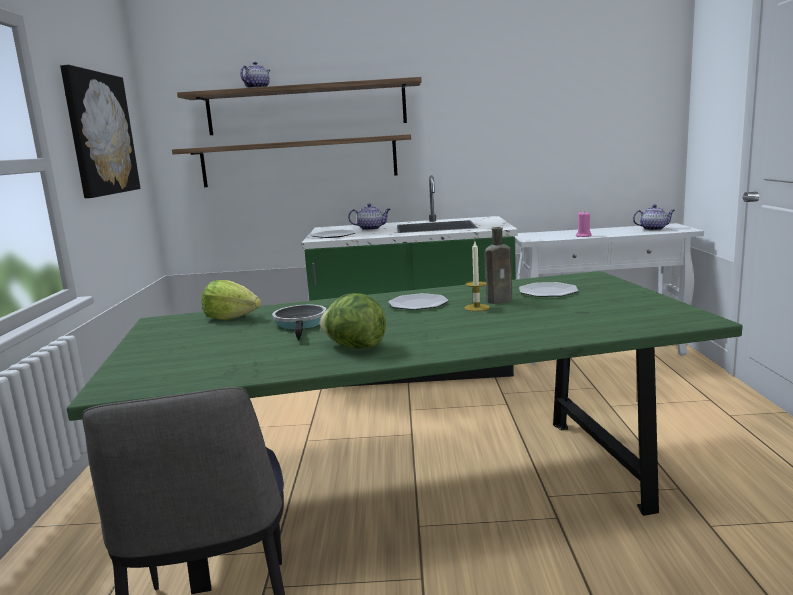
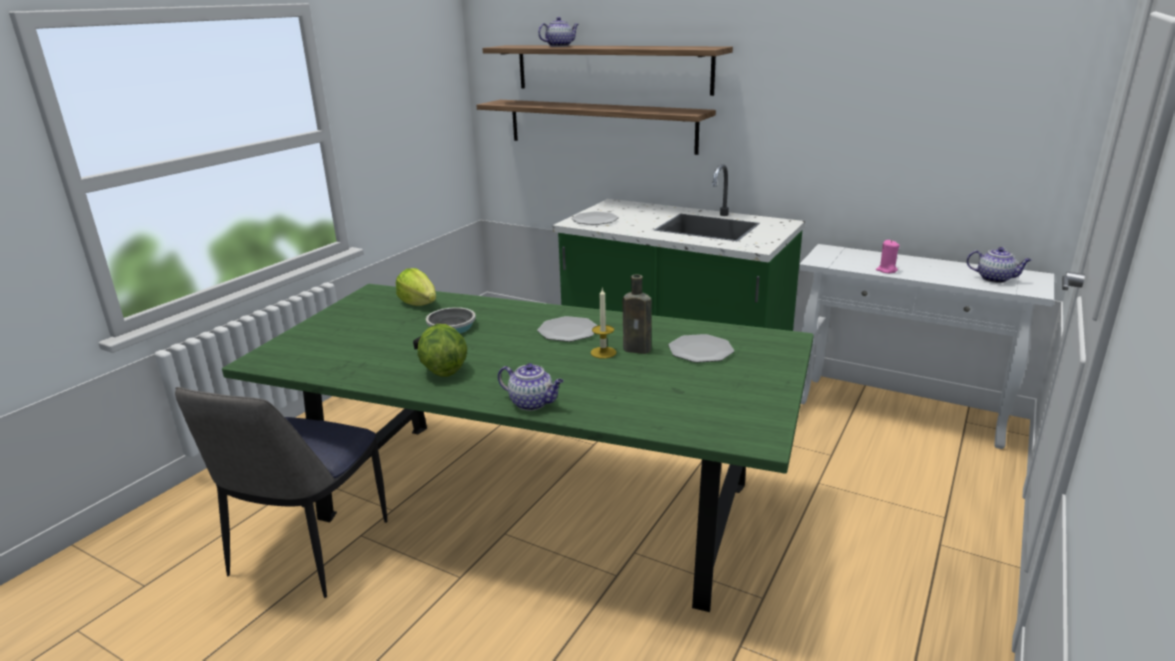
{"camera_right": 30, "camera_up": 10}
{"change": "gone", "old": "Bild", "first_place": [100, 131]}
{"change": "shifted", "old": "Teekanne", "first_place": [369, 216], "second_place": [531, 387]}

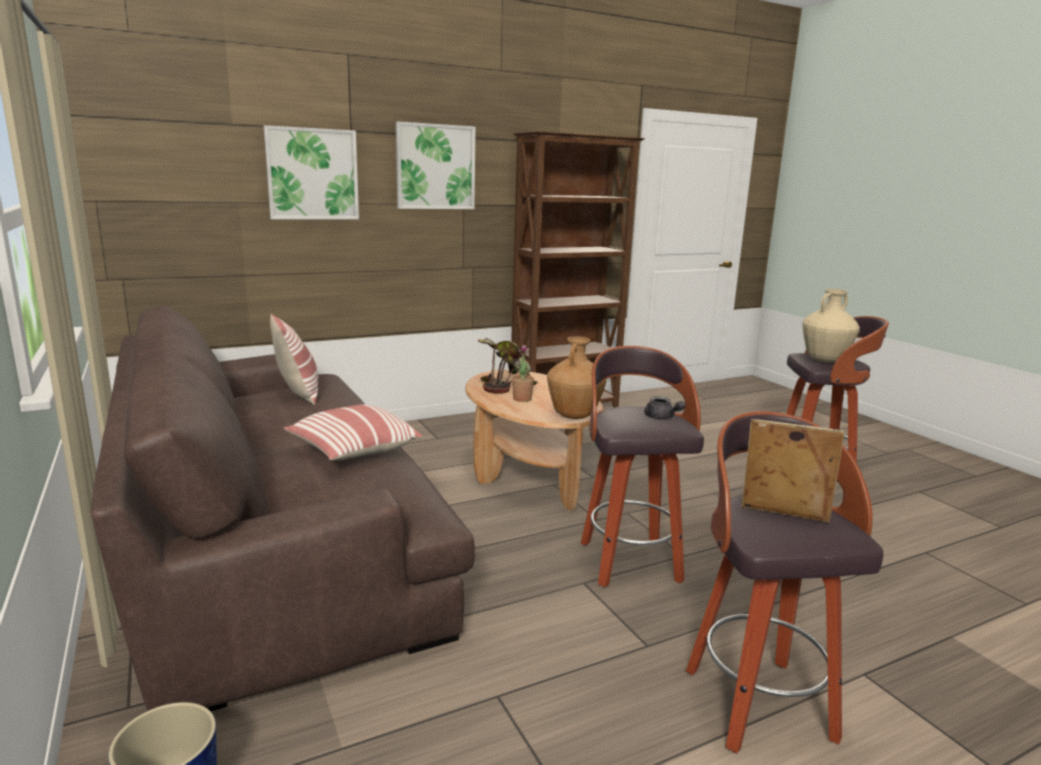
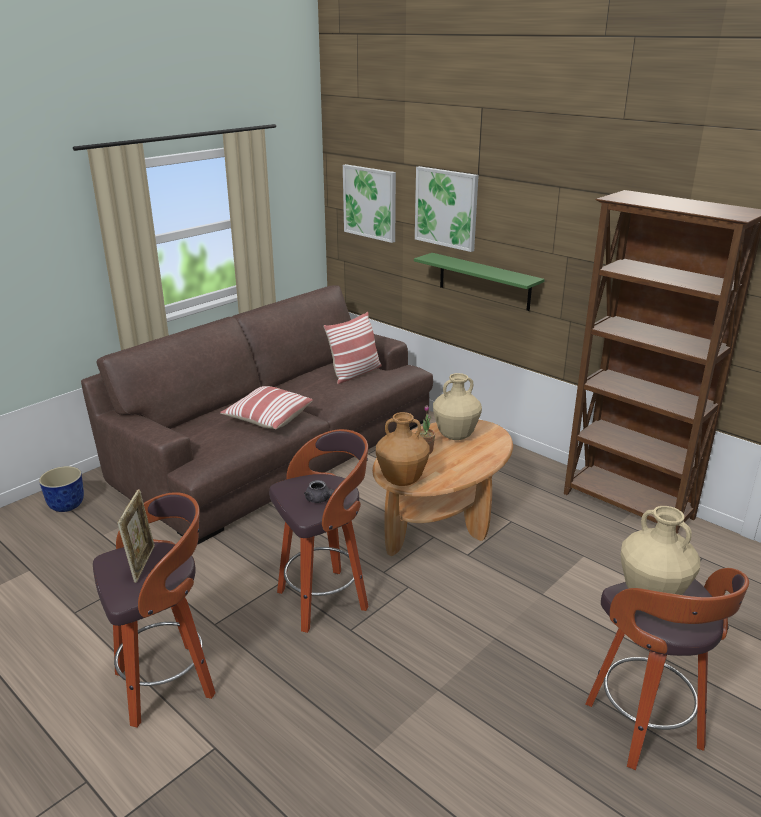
{"camera_right": 70, "camera_up": 10}
{"change": "shifted", "old": "Bild", "first_place": [436, 165], "second_place": [369, 203]}
{"change": "swapped", "old": "Topfpflanze", "new": "Vase [beige]", "first_place": [508, 366], "second_place": [457, 406]}
{"change": "rotated", "old": "Teekanne [grau]", "first_place": [664, 407], "second_place": [319, 491], "degrees": -75}
{"change": "new", "new": "Wandregal [grün]", "second_place": [479, 282]}

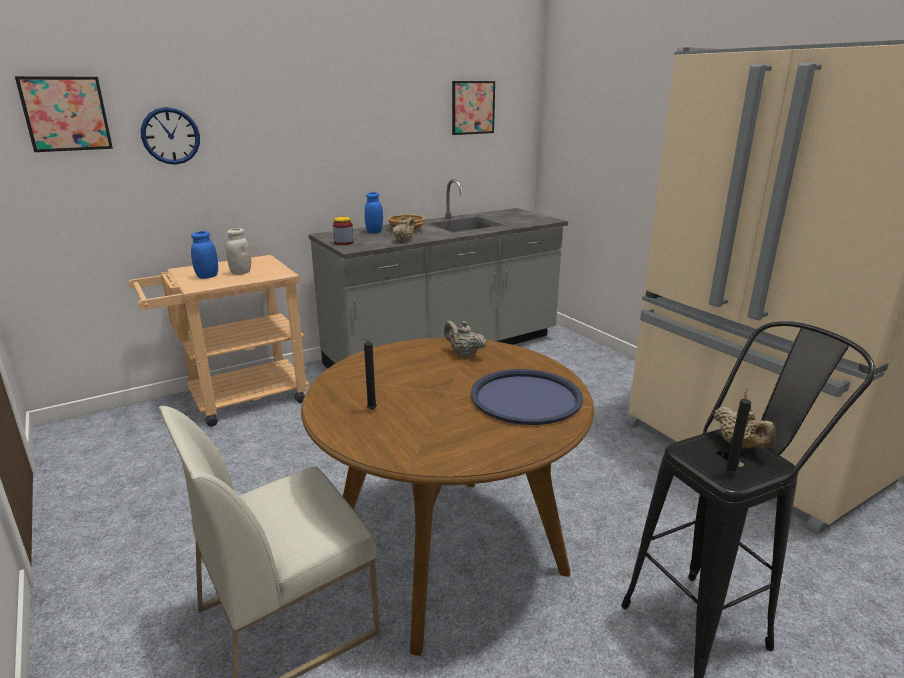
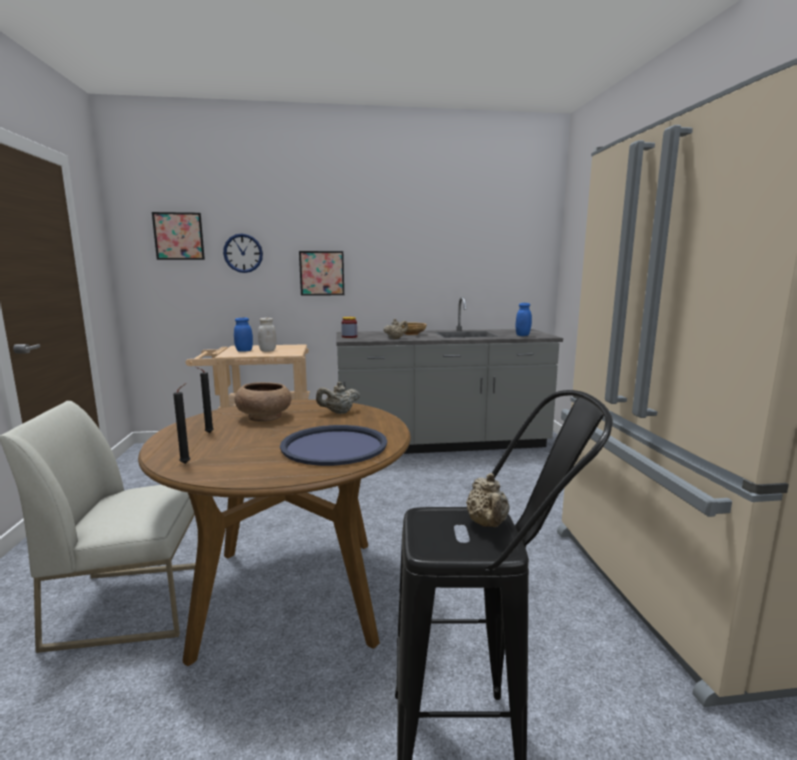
{"camera_right": 25, "camera_up": -10}
{"change": "shifted", "old": "Vorratsglas [blau]", "first_place": [374, 212], "second_place": [524, 319]}
{"change": "rotated", "old": "Teekanne [beige]", "first_place": [465, 339], "second_place": [338, 398], "degrees": -90}
{"change": "shifted", "old": "Bild", "first_place": [473, 108], "second_place": [321, 273]}
{"change": "shifted", "old": "Kerze [schwarz]", "first_place": [738, 431], "second_place": [181, 423]}
{"change": "new", "new": "Schüssel [braun]", "second_place": [263, 402]}

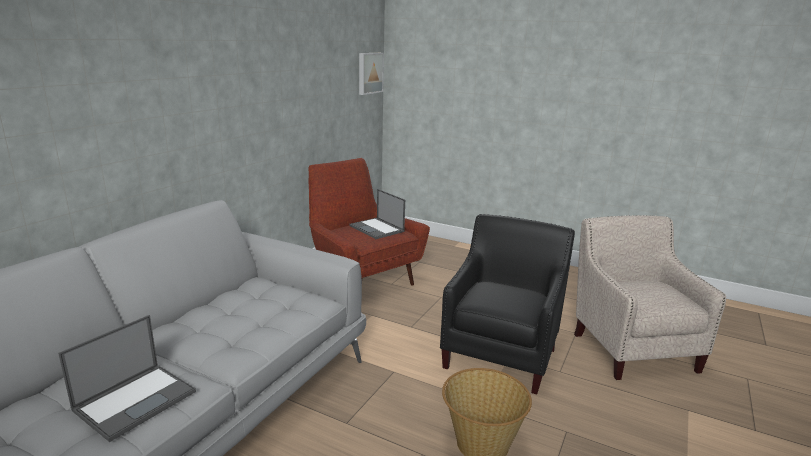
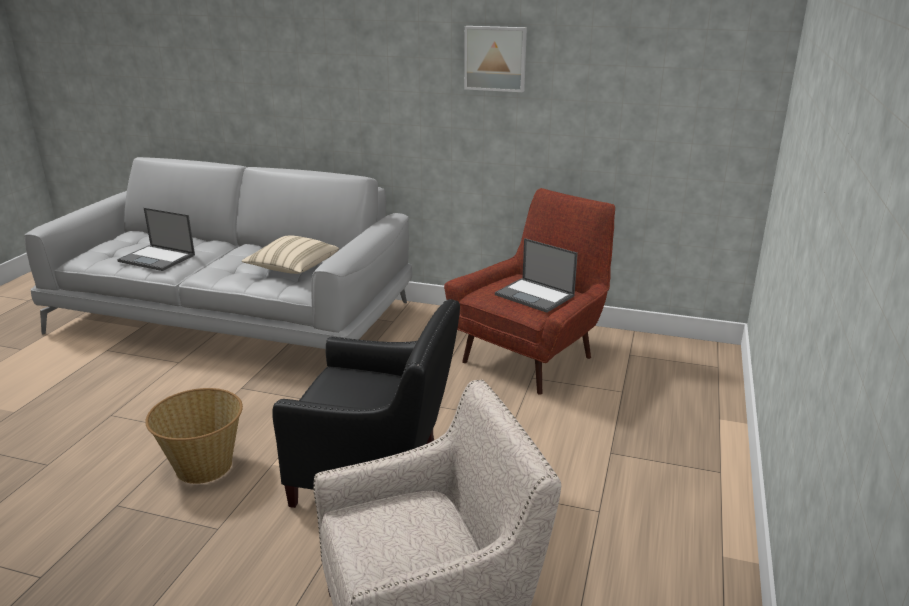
{"camera_right": 80, "camera_up": 5}
{"change": "rotated", "old": "Laptop", "first_place": [377, 214], "second_place": [536, 275], "degrees": -90}
{"change": "shifted", "old": "Bild", "first_place": [371, 74], "second_place": [495, 59]}
{"change": "new", "new": "Kissen [beige]", "second_place": [290, 254]}

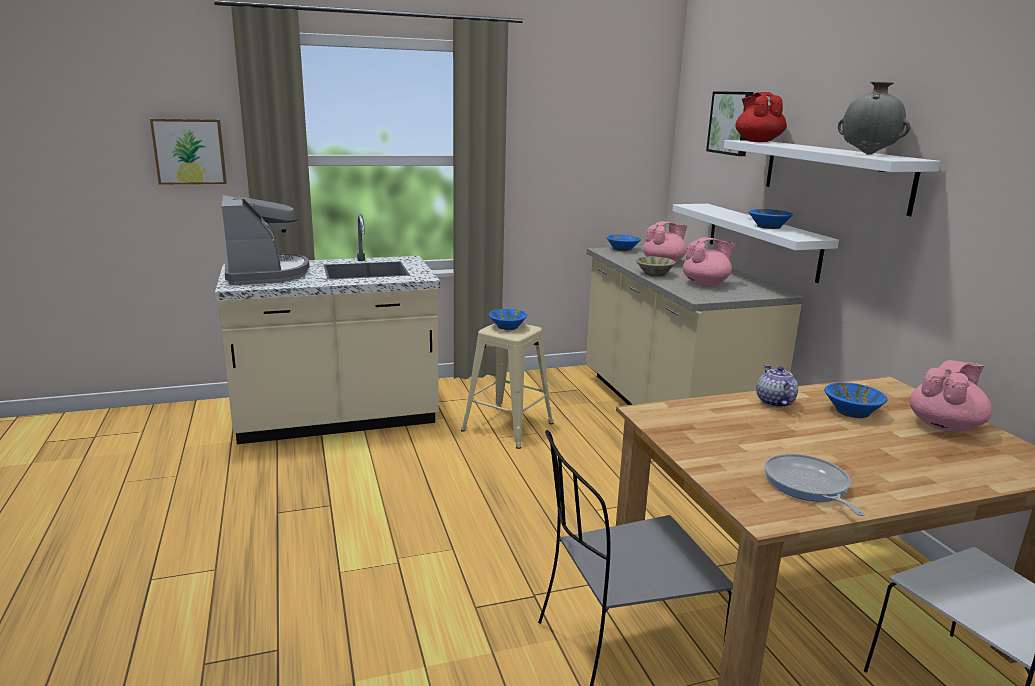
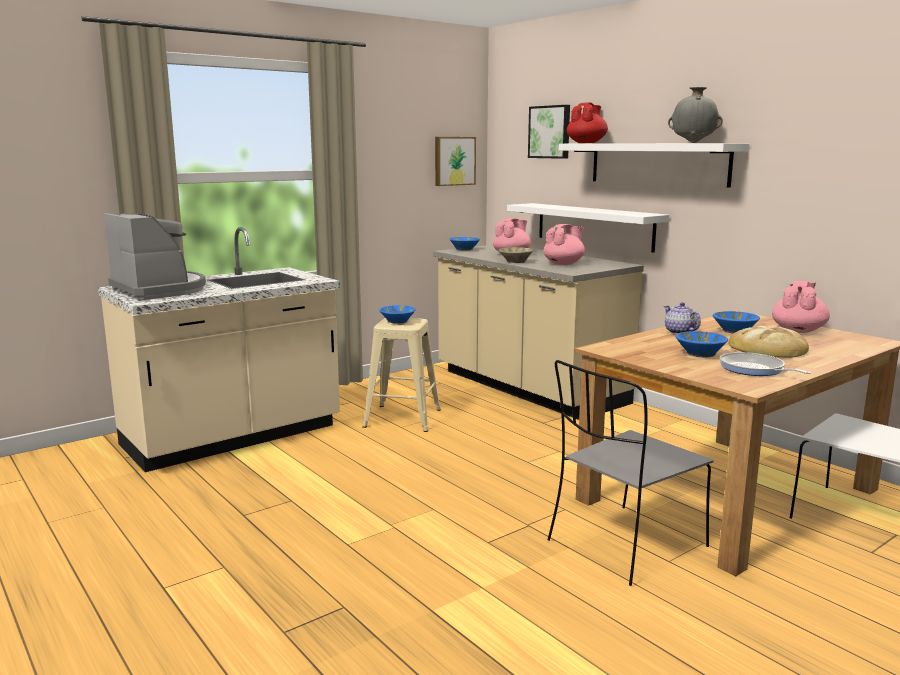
{"camera_right": -20, "camera_up": -5}
{"change": "shifted", "old": "Bild", "first_place": [188, 152], "second_place": [455, 161]}
{"change": "rotated", "old": "Teekanne [rot]", "first_place": [761, 117], "second_place": [587, 122], "degrees": 60}
{"change": "shifted", "old": "Schüssel [blau]", "first_place": [771, 219], "second_place": [701, 344]}
{"change": "new", "new": "Brot", "second_place": [768, 342]}

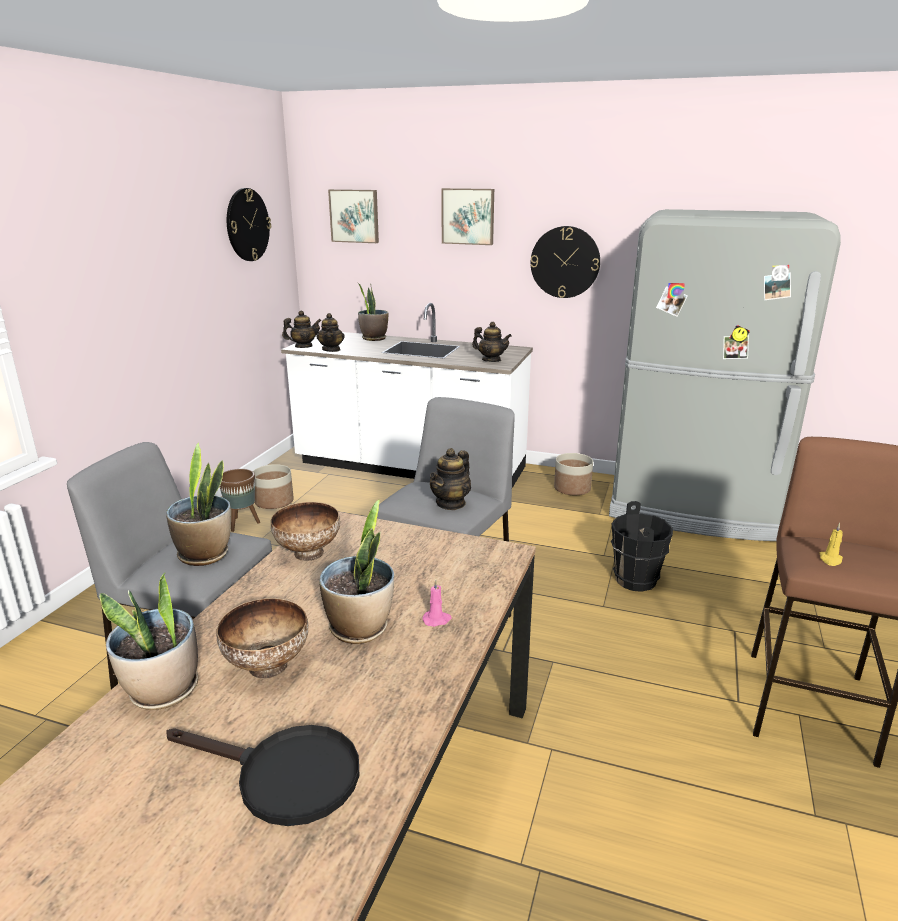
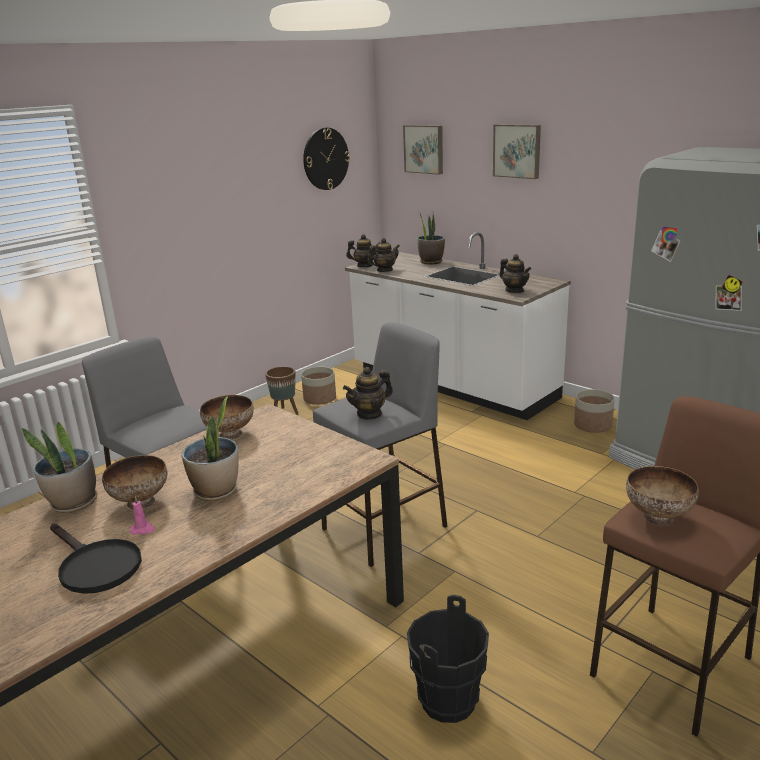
{"camera_right": 25, "camera_up": 0}
{"change": "gone", "old": "Topfpflanze", "first_place": [198, 504]}
{"change": "rotated", "old": "Teekanne", "first_place": [330, 332], "second_place": [384, 255], "degrees": -135}
{"change": "shifted", "old": "Kerze [rosa]", "first_place": [437, 603], "second_place": [142, 515]}
{"change": "gone", "old": "Wanduhr", "first_place": [565, 262]}
{"change": "shifted", "old": "Eimer [schwarz]", "first_place": [642, 546], "second_place": [448, 659]}
{"change": "swapped", "old": "Kerze [gelb]", "new": "Schüssel", "first_place": [831, 544], "second_place": [662, 495]}

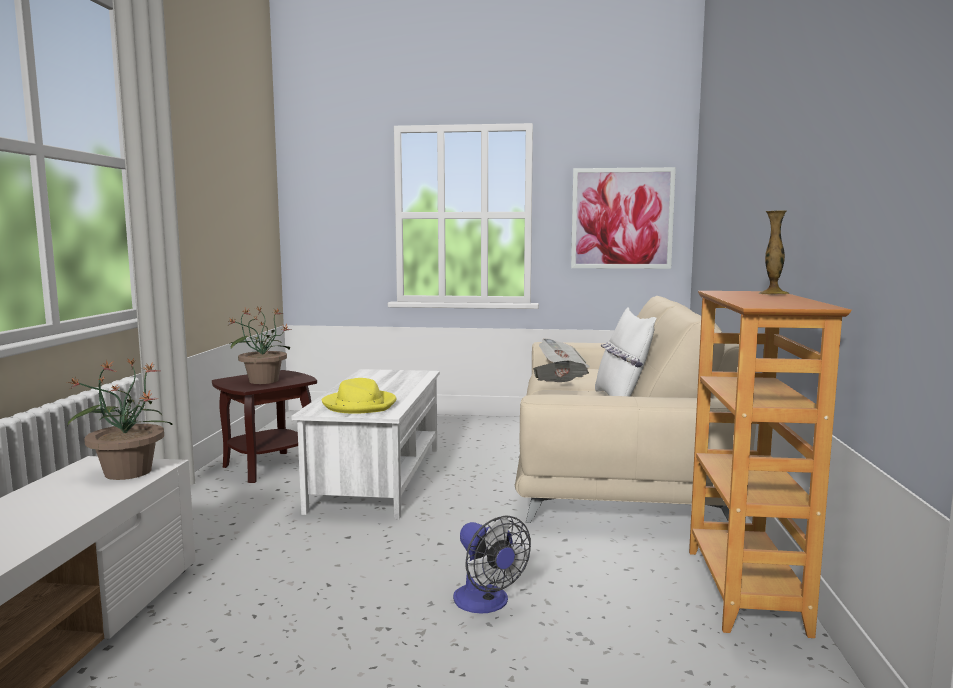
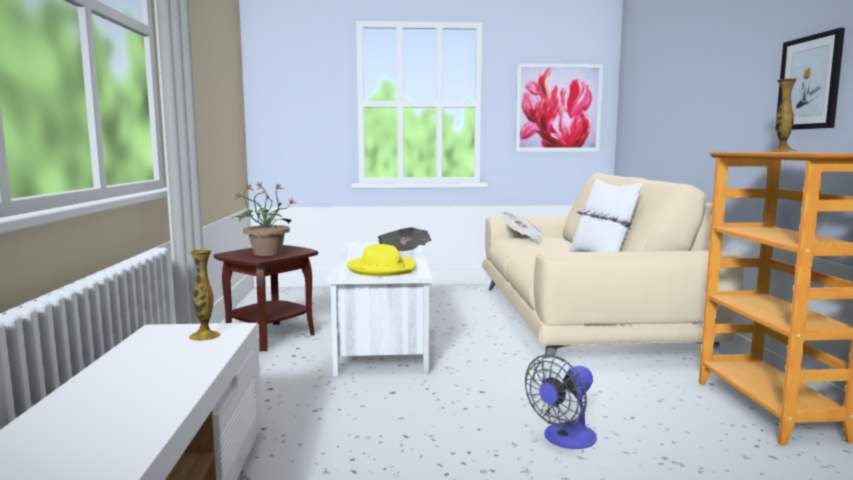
{"camera_right": -10, "camera_up": 0}
{"change": "swapped", "old": "Topfpflanze", "new": "Vase", "first_place": [119, 419], "second_place": [204, 295]}
{"change": "rotated", "old": "Ventilator", "first_place": [492, 564], "second_place": [561, 401], "degrees": 90}
{"change": "shifted", "old": "Zeitung", "first_place": [561, 371], "second_place": [405, 239]}
{"change": "new", "new": "Bild", "second_place": [810, 79]}

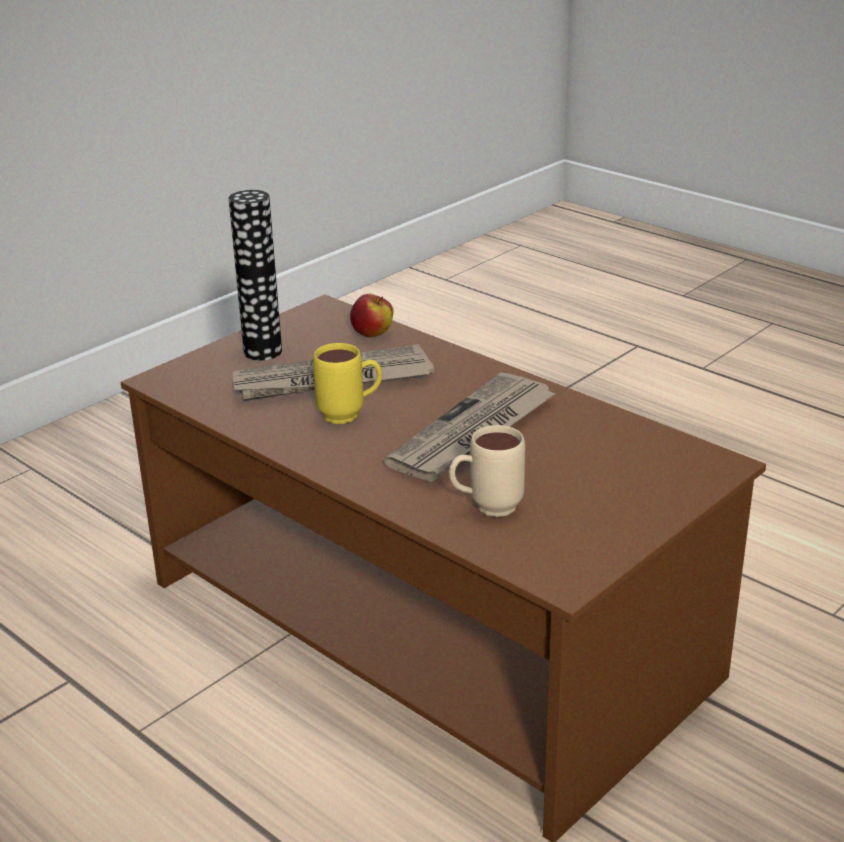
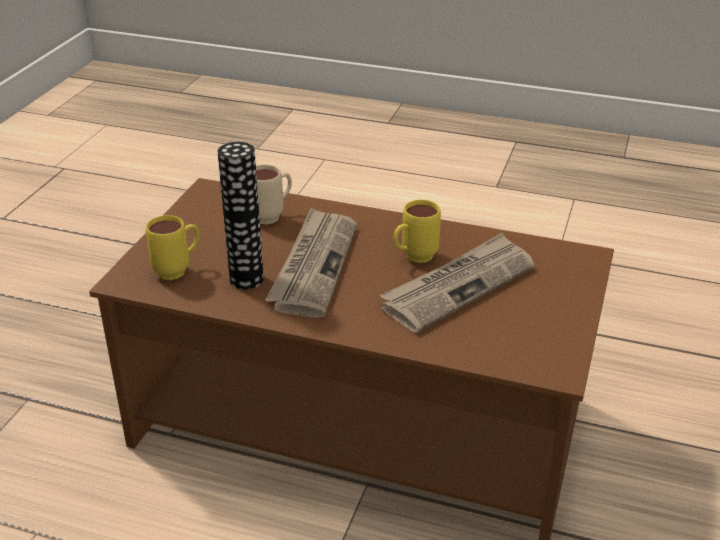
{"camera_right": 155, "camera_up": 5}
{"change": "shifted", "old": "Vase", "first_place": [255, 275], "second_place": [240, 215]}
{"change": "gone", "old": "Apfel", "first_place": [372, 315]}
{"change": "new", "new": "Henkelbecher [gelb]", "second_place": [173, 247]}

